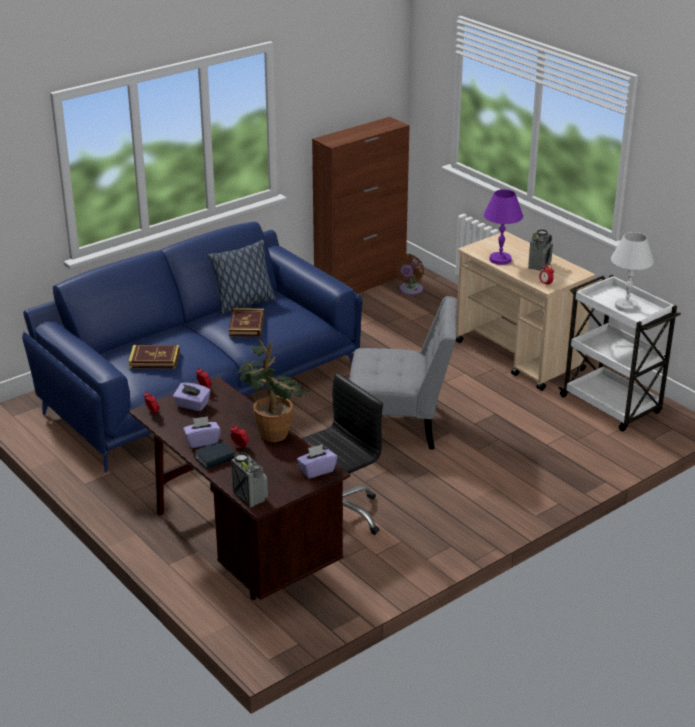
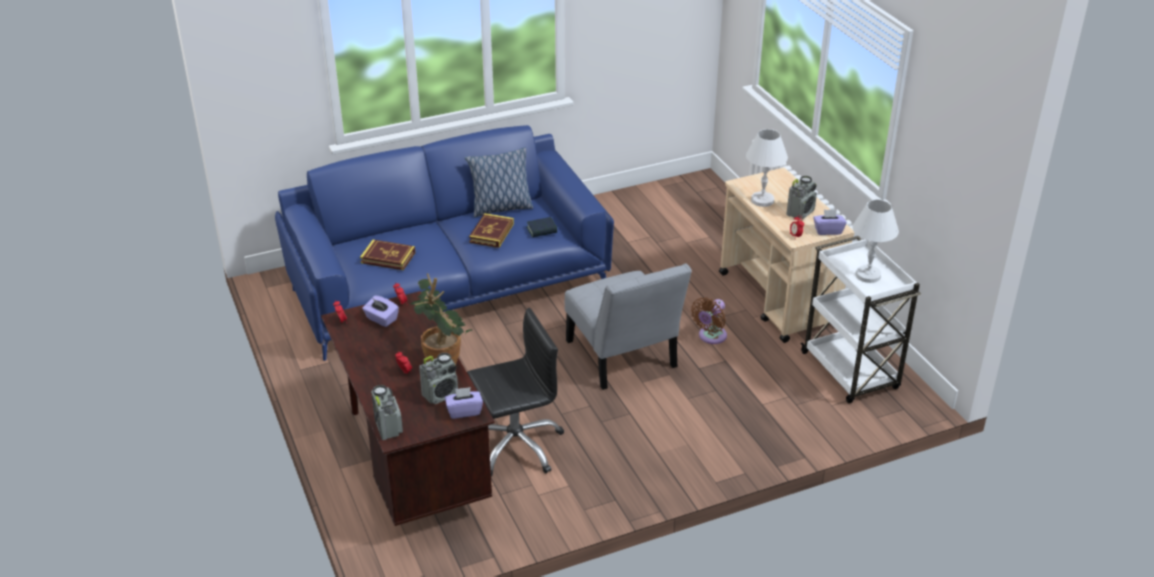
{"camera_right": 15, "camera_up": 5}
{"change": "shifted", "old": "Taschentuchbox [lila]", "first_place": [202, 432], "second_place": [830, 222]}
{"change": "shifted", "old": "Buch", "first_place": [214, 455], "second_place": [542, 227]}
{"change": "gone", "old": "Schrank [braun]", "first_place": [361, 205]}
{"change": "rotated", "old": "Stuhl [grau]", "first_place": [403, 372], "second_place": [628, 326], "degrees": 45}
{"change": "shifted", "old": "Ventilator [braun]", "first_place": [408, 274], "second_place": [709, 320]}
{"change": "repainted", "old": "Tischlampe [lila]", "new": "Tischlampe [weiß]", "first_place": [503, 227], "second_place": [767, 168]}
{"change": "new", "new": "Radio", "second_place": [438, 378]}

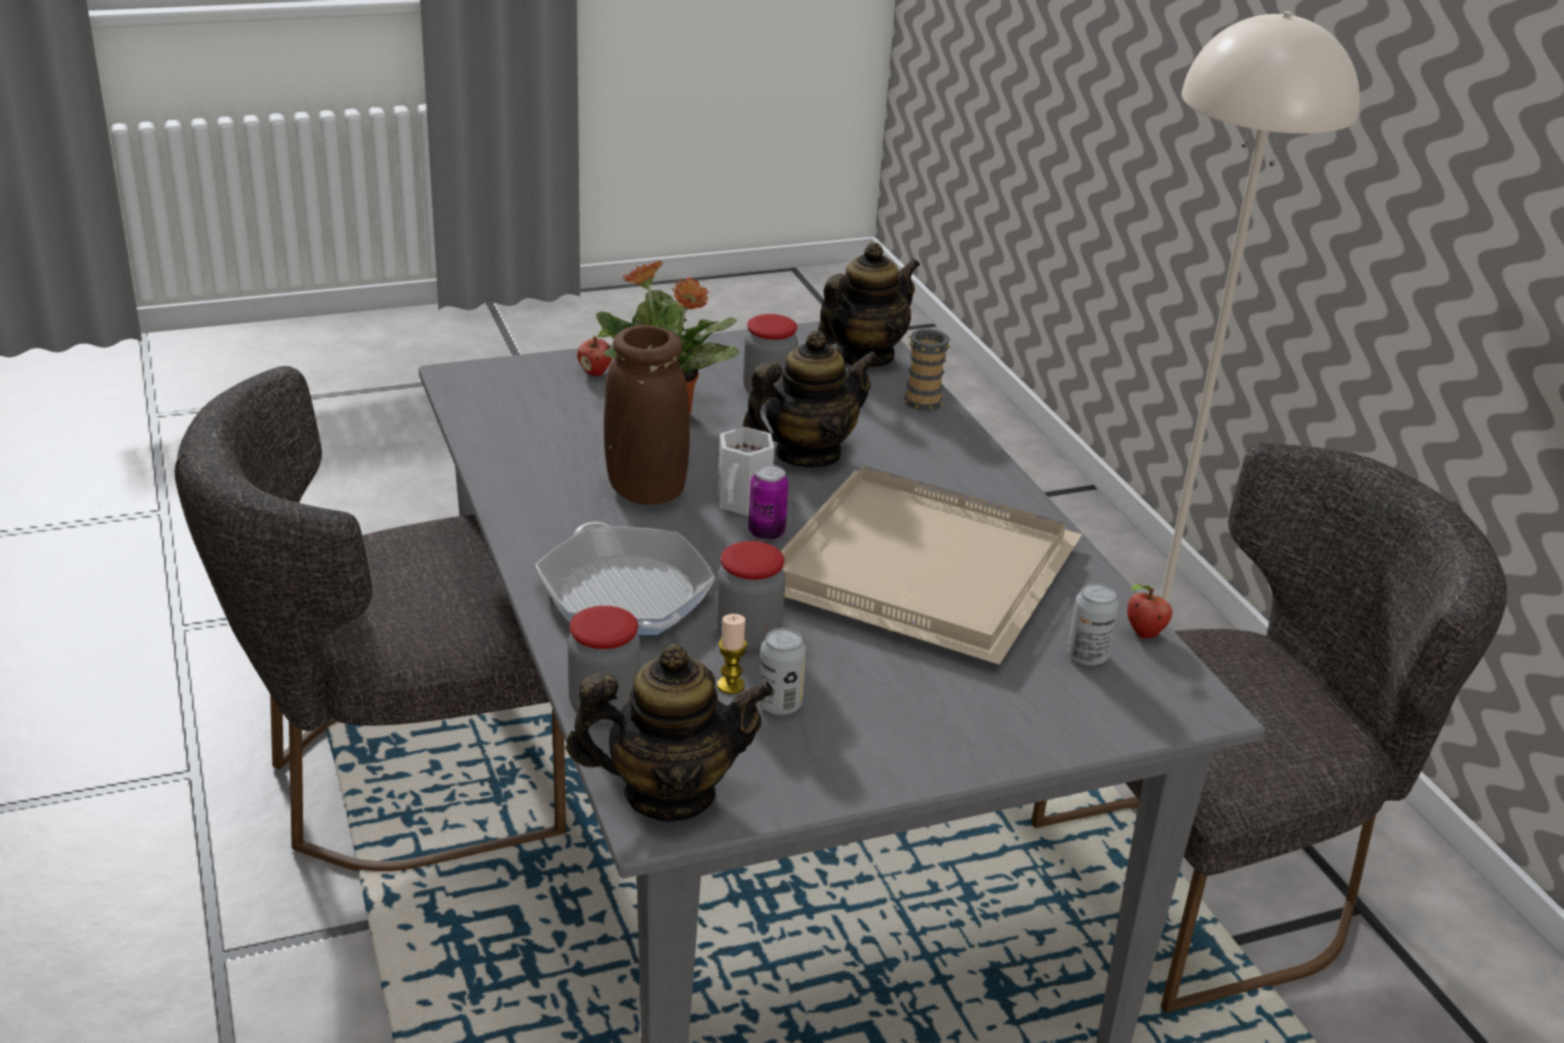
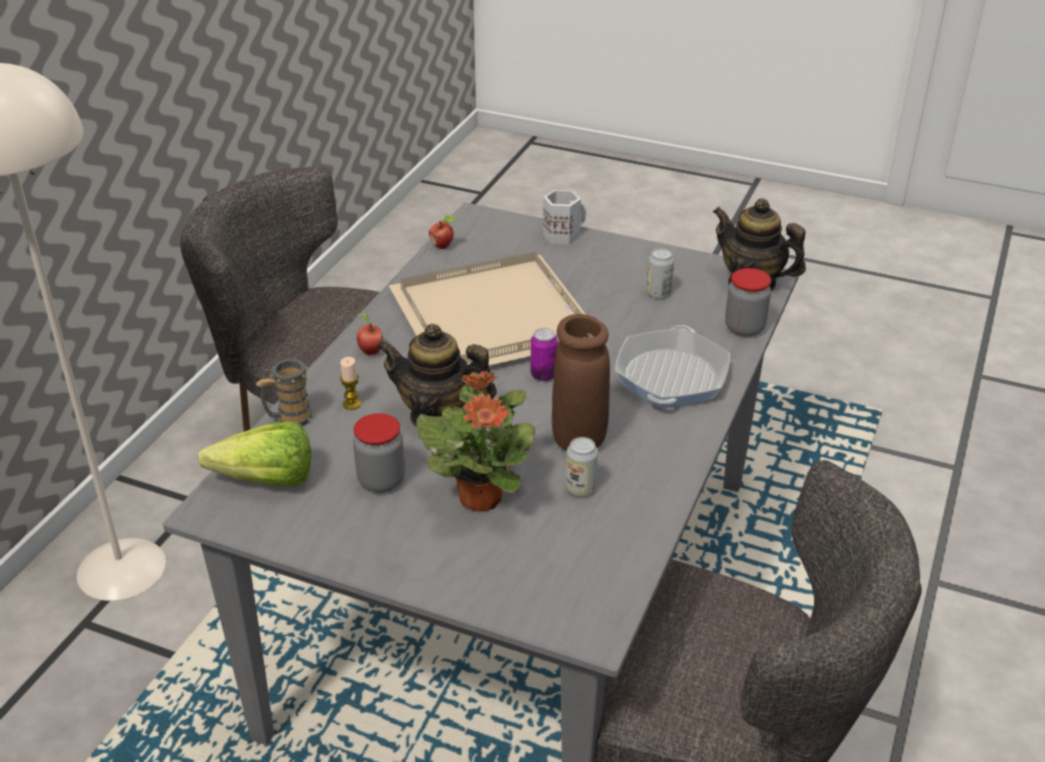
{"camera_right": -135, "camera_up": 5}
{"change": "shifted", "old": "Apfel", "first_place": [594, 352], "second_place": [369, 334]}
{"change": "gone", "old": "Vorratsglas", "first_place": [751, 596]}
{"change": "shifted", "old": "Kerze", "first_place": [732, 654], "second_place": [350, 383]}
{"change": "shifted", "old": "Henkelbecher [weiß]", "first_place": [746, 471], "second_place": [564, 217]}
{"change": "swapped", "old": "Teekanne", "new": "Salatkopf", "first_place": [869, 304], "second_place": [254, 454]}
{"change": "shifted", "old": "Dose", "first_place": [1093, 624], "second_place": [582, 466]}

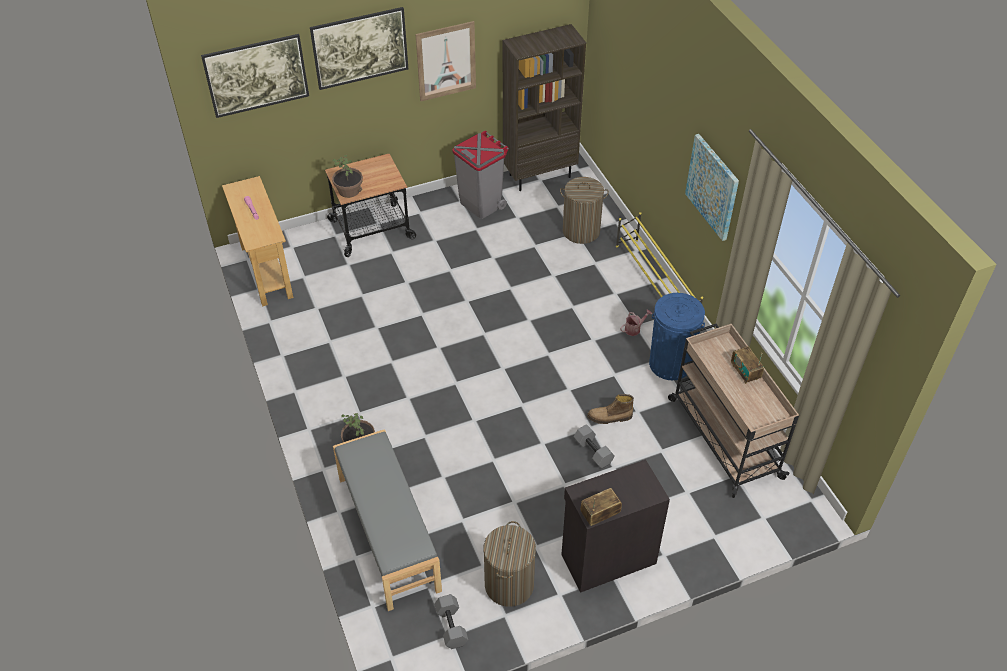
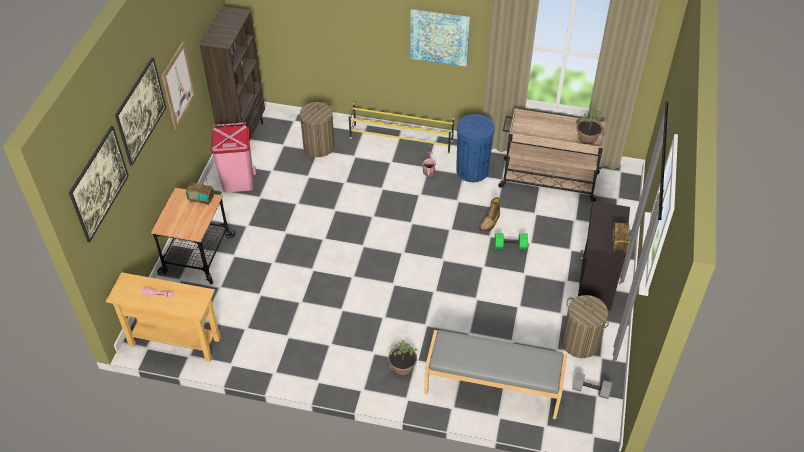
{"camera_right": -55, "camera_up": 0}
{"change": "shifted", "old": "Topfpflanze", "first_place": [347, 176], "second_place": [590, 126]}
{"change": "repainted", "old": "Mülleimer [grau]", "new": "Mülleimer [rosa]", "first_place": [480, 175], "second_place": [233, 157]}
{"change": "repainted", "old": "Hantel [grau]", "new": "Hantel [grün]", "first_place": [594, 446], "second_place": [511, 241]}
{"change": "shifted", "old": "Radio", "first_place": [747, 365], "second_place": [200, 192]}

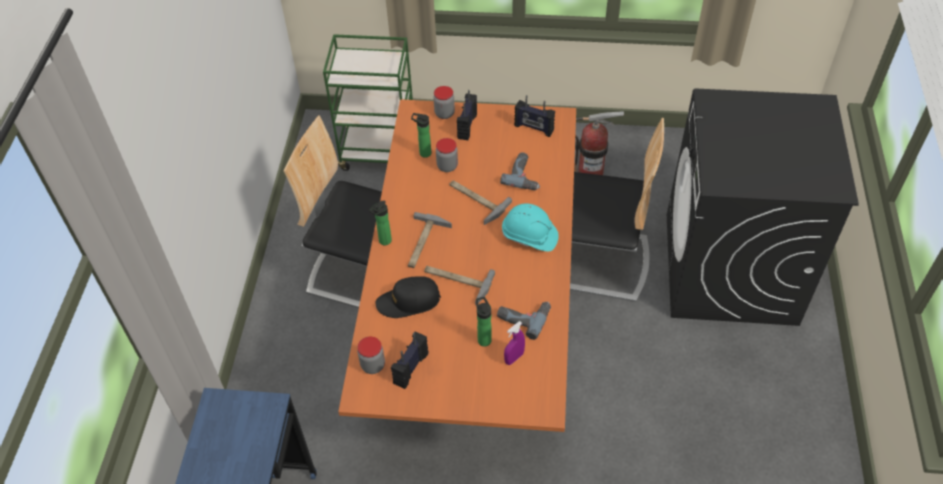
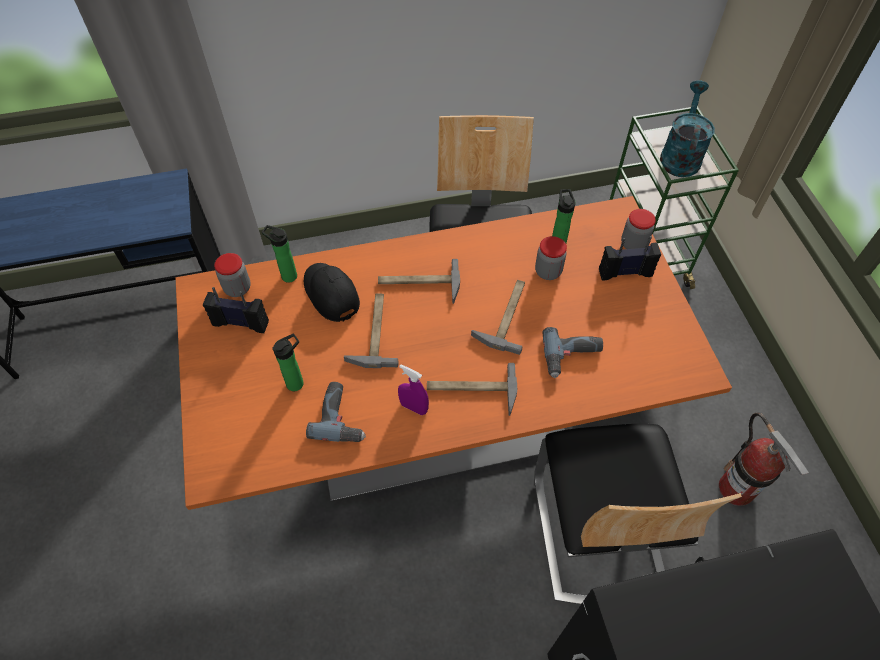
{"camera_right": 70, "camera_up": 5}
{"change": "shifted", "old": "Flasche", "first_place": [380, 222], "second_place": [279, 254]}
{"change": "swapped", "old": "Schutzhelm [türkis]", "new": "Hammer", "first_place": [530, 228], "second_place": [472, 389]}
{"change": "shifted", "old": "Sprühflasche [lila]", "first_place": [514, 343], "second_place": [413, 389]}
{"change": "gone", "old": "Radio", "first_place": [534, 116]}
{"change": "new", "new": "Gießkanne [türkis]", "second_place": [687, 128]}

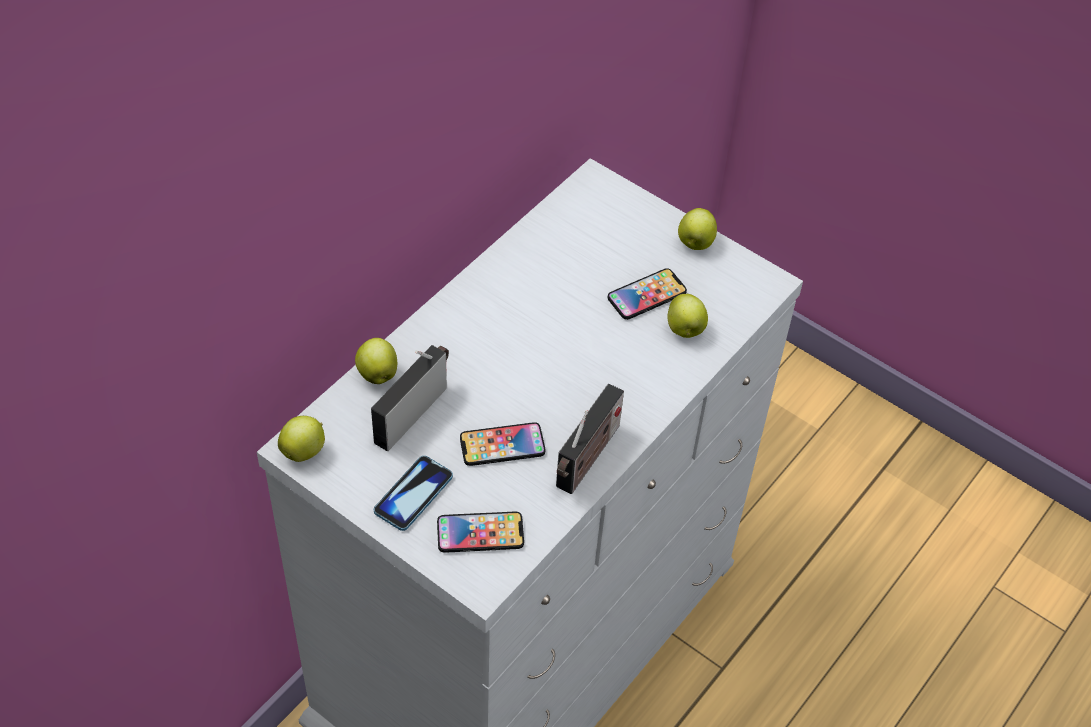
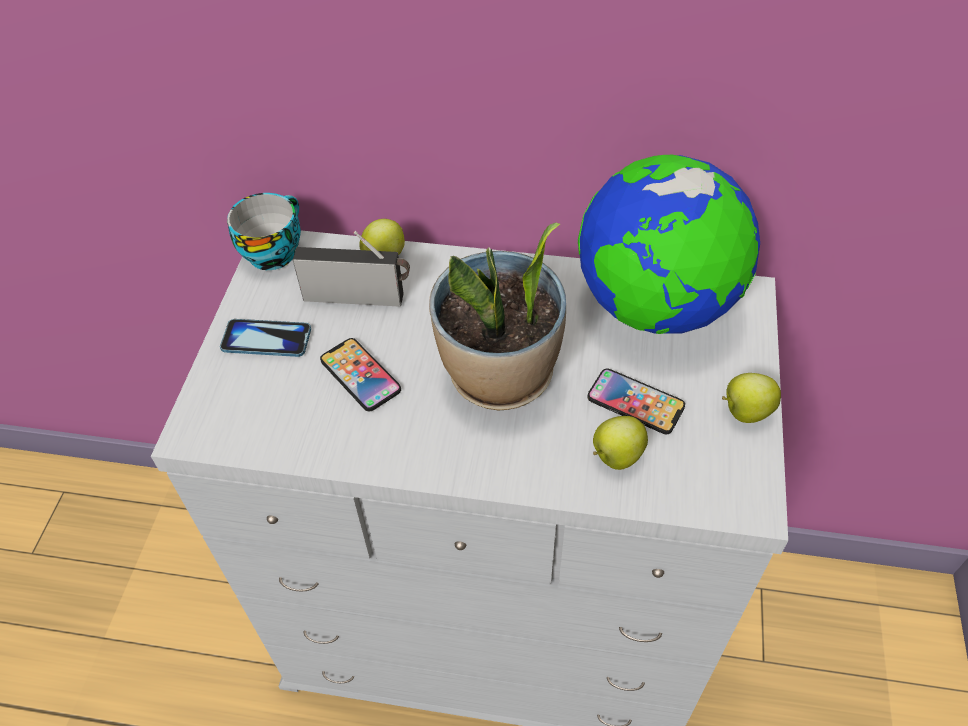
{"camera_right": 65, "camera_up": 0}
{"change": "swapped", "old": "Apfel", "new": "Tasse", "first_place": [301, 439], "second_place": [264, 231]}
{"change": "gone", "old": "Handy", "first_place": [480, 532]}
{"change": "gone", "old": "Radio", "first_place": [590, 439]}
{"change": "new", "new": "Topfpflanze", "second_place": [497, 316]}
{"change": "new", "new": "Globus", "second_place": [669, 244]}

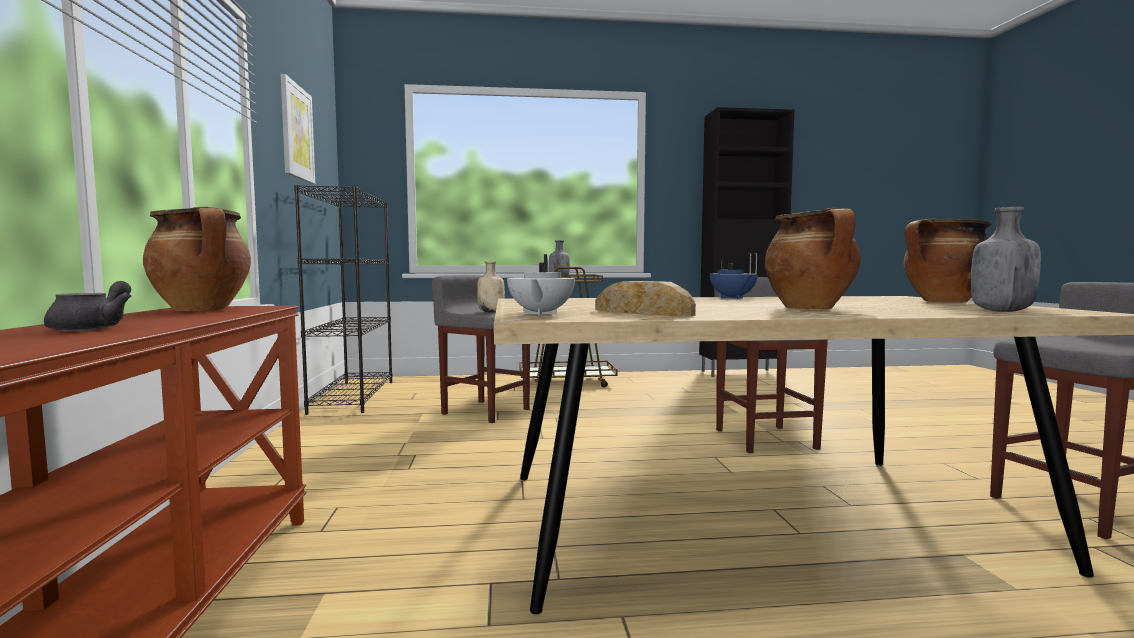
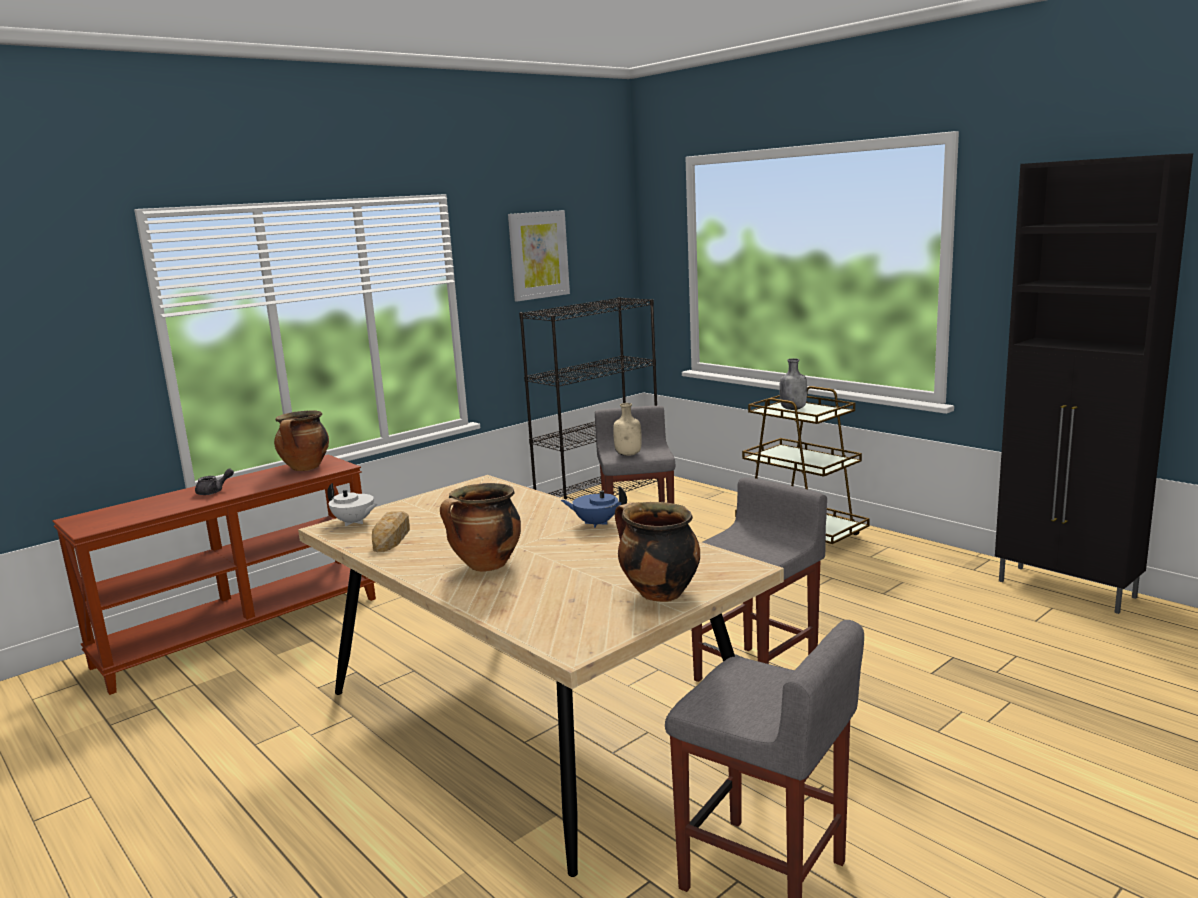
{"camera_right": 55, "camera_up": 10}
{"change": "rotated", "old": "Teekanne [weiß]", "first_place": [541, 285], "second_place": [352, 504], "degrees": -120}
{"change": "rotated", "old": "Teekanne [blau]", "first_place": [734, 278], "second_place": [594, 507], "degrees": 60}
{"change": "gone", "old": "Flasche [grau]", "first_place": [1006, 259]}

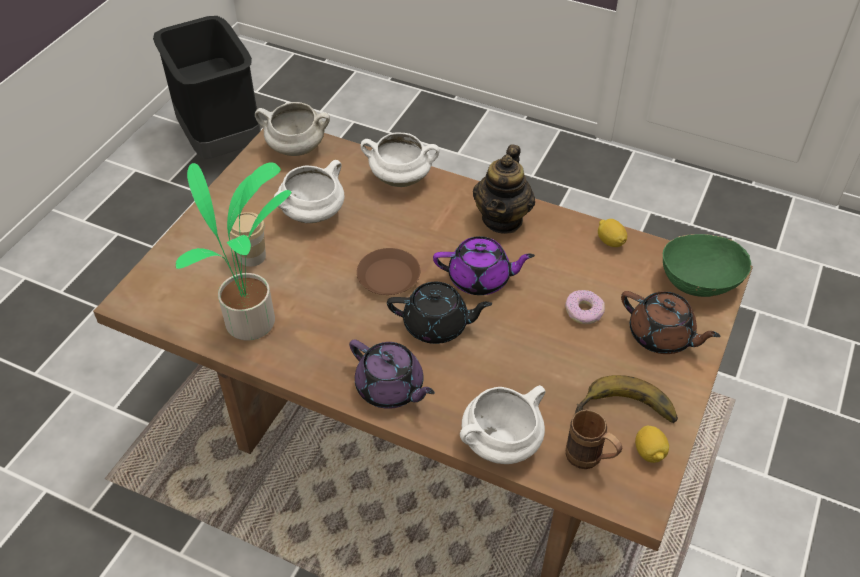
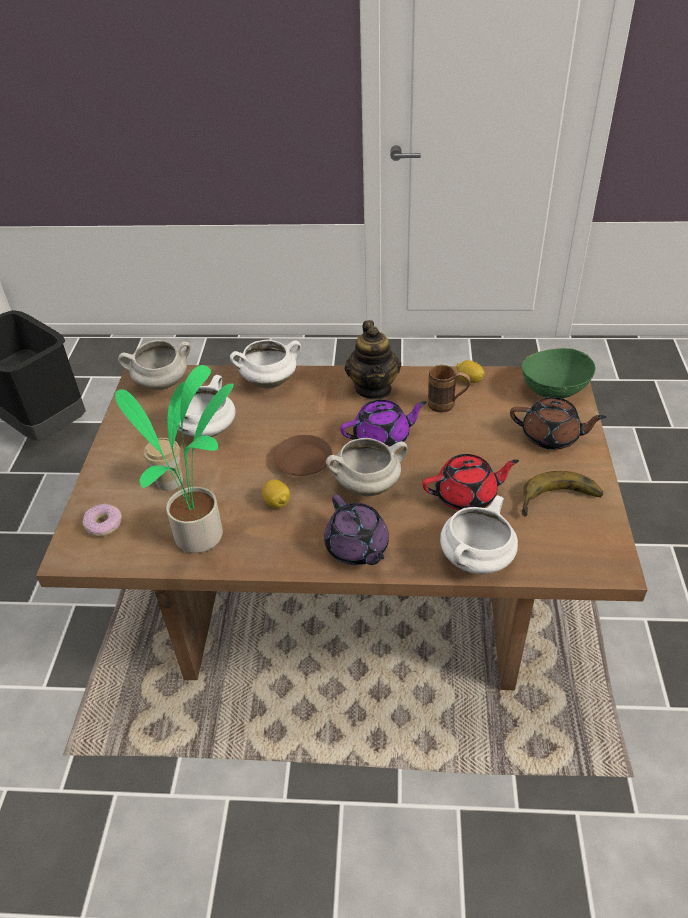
{"camera_right": -20, "camera_up": -5}
{"change": "rotated", "old": "Teekanne [lila]", "first_place": [392, 374], "second_place": [356, 529], "degrees": 45}
{"change": "swapped", "old": "Teekanne [schwarz]", "new": "Kochtopf [weiß]", "first_place": [439, 313], "second_place": [367, 467]}
{"change": "shifted", "old": "Donut", "first_place": [585, 307], "second_place": [102, 520]}
{"change": "shifted", "old": "Henkelbecher [braun]", "first_place": [594, 439], "second_place": [449, 389]}
{"change": "shifted", "old": "Zitrone", "first_place": [652, 444], "second_place": [276, 493]}
{"change": "new", "new": "Teekanne [rot]", "second_place": [470, 482]}

